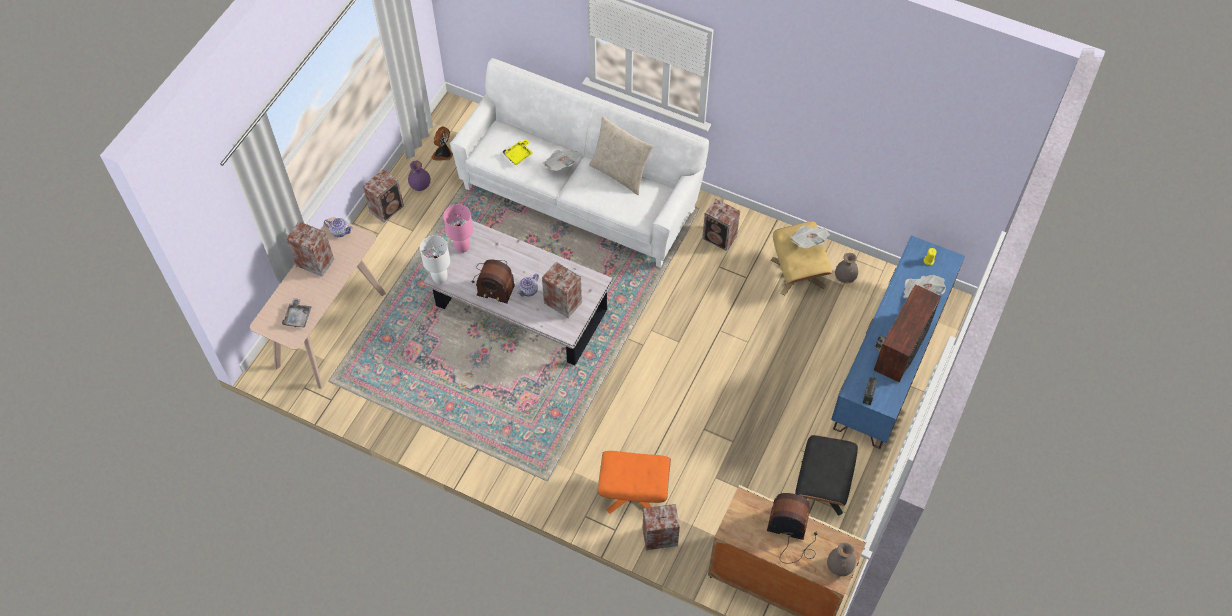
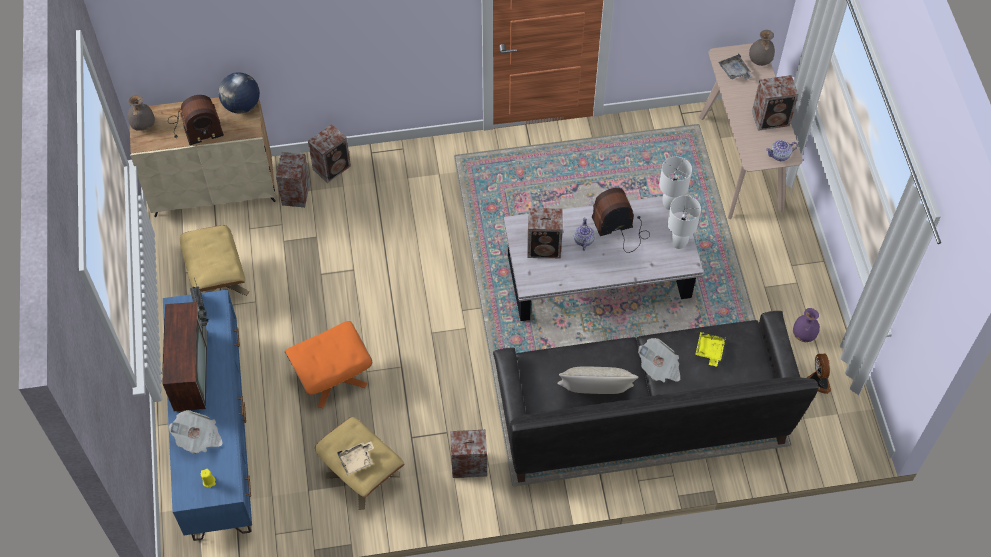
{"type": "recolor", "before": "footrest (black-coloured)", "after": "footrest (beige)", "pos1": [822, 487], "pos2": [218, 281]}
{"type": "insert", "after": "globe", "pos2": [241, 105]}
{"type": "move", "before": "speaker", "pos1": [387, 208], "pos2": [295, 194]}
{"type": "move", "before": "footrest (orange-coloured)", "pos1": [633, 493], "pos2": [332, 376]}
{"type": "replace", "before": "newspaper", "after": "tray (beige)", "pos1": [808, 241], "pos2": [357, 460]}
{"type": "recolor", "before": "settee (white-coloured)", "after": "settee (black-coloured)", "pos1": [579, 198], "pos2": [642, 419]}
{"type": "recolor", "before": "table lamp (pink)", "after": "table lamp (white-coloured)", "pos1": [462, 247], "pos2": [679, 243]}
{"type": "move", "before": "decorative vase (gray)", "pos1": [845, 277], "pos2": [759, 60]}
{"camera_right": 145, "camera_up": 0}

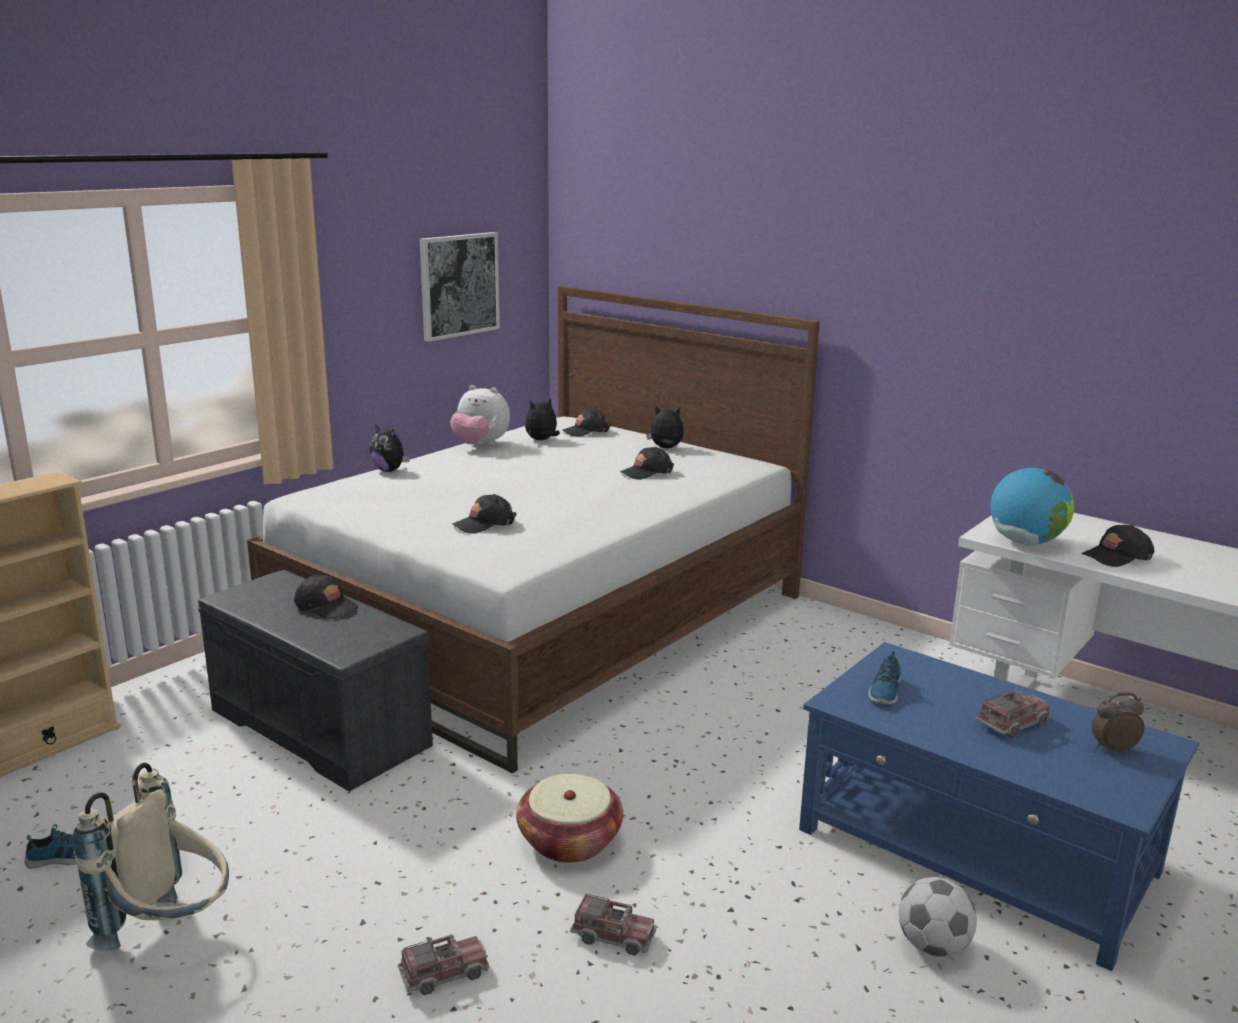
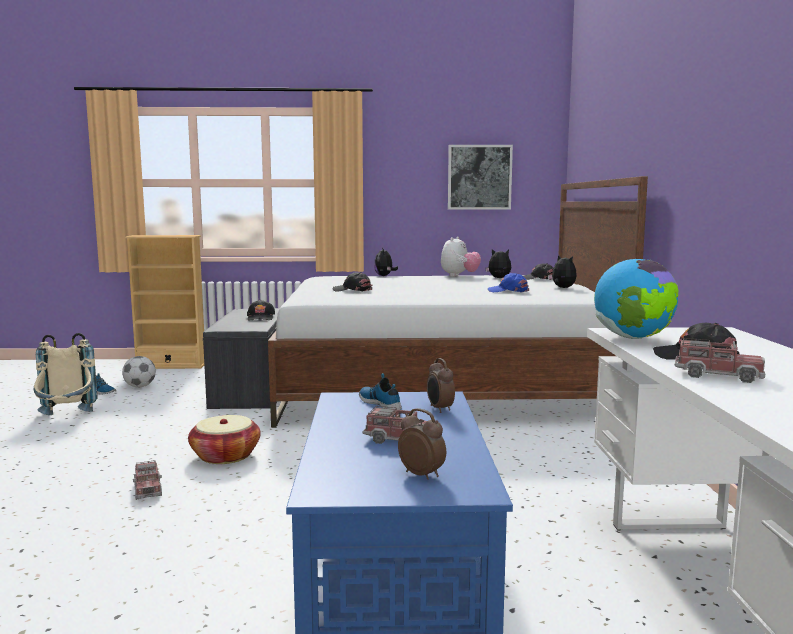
{"type": "move", "before": "football", "pos1": [932, 946], "pos2": [140, 386]}
{"type": "rotate", "before": "item of footwear", "pos1": [884, 691], "pos2": [380, 403], "turn": 75}
{"type": "insert", "after": "table clock", "pos2": [439, 409]}
{"type": "rotate", "before": "soft toy", "pos1": [480, 445], "pos2": [459, 276], "turn": -135}
{"type": "recolor", "before": "cap (black-coloured)", "after": "cap (blue)", "pos1": [646, 472], "pos2": [508, 291]}
{"type": "move", "before": "model truck", "pos1": [444, 974], "pos2": [717, 375]}
{"camera_right": 50, "camera_up": -10}

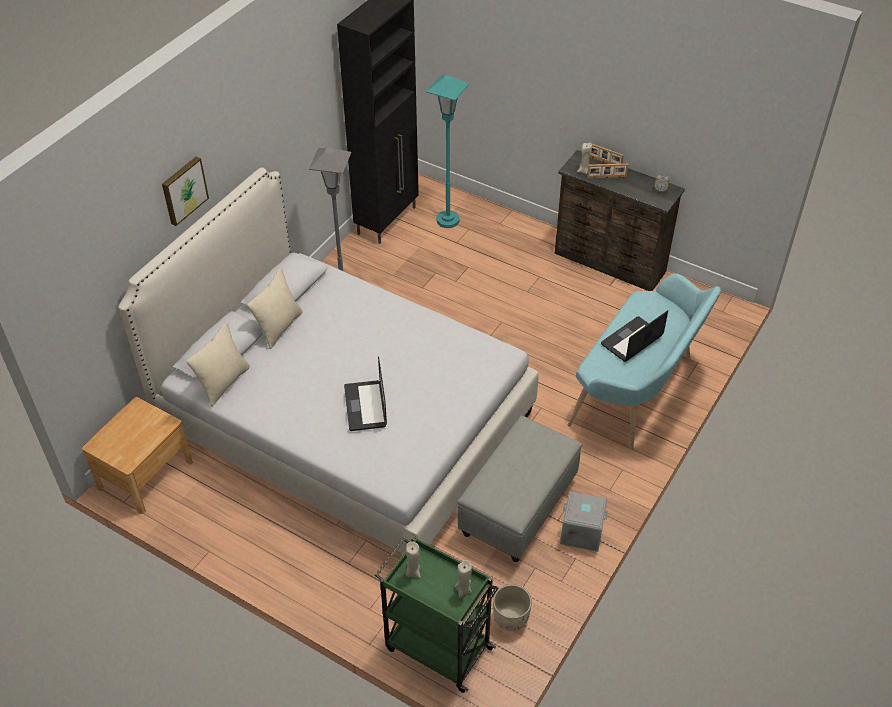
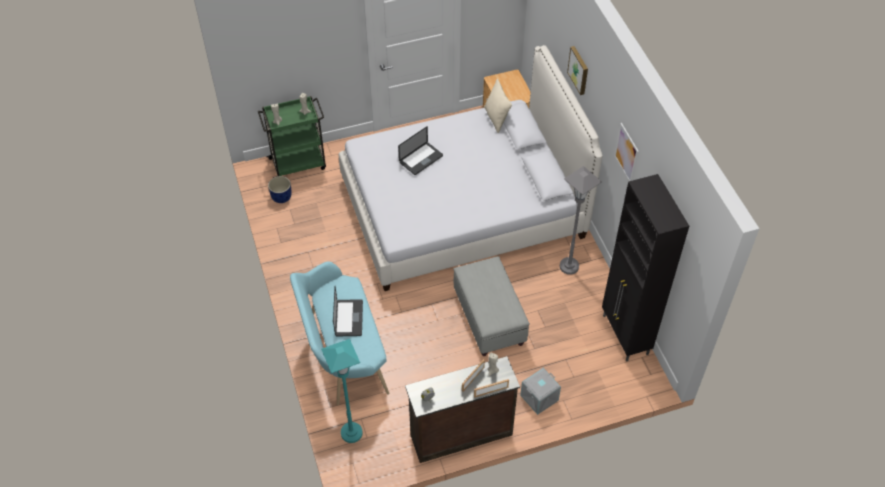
{"type": "recolor", "before": "flower pot (beige)", "after": "flower pot (blue)", "pos1": [510, 617], "pos2": [282, 197]}
{"type": "move", "before": "standard lamp (turquoise)", "pos1": [448, 220], "pos2": [351, 433]}
{"type": "rotate", "before": "notebook computer", "pos1": [365, 406], "pos2": [421, 159], "turn": 105}
{"type": "move", "before": "footrest (gray)", "pos1": [518, 506], "pos2": [489, 319]}
{"type": "move", "before": "storage box (gray)", "pos1": [582, 531], "pos2": [539, 398]}
{"type": "insert", "after": "wall picture", "pos2": [626, 153]}
{"type": "delete", "before": "throw pillow (beige)", "pos1": [279, 327]}
{"camera_right": 130, "camera_up": 5}

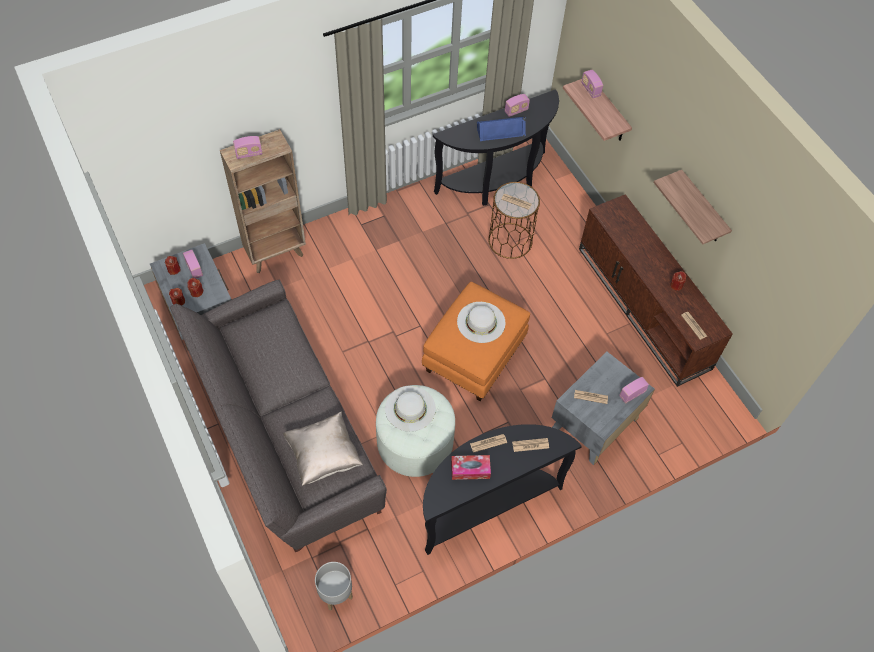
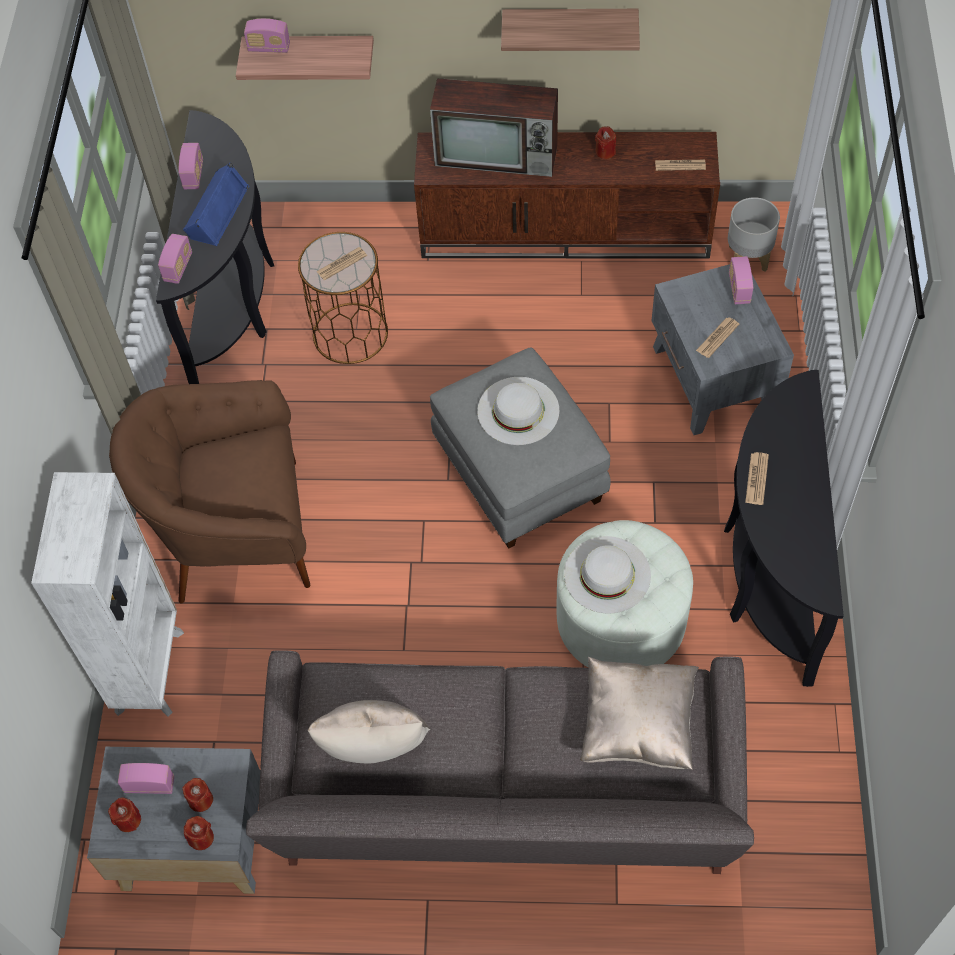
{"type": "recolor", "before": "shelving unit (brownish)", "after": "shelving unit (white-coloured)", "pos1": [276, 253], "pos2": [150, 669]}
{"type": "insert", "after": "easy chair (brownish)", "pos2": [237, 532]}
{"type": "move", "before": "radio", "pos1": [249, 154], "pos2": [178, 268]}
{"type": "insert", "after": "throw pillow (beige)", "pos2": [375, 750]}
{"type": "insert", "after": "TV", "pos2": [498, 155]}
{"type": "recolor", "before": "footrest (orange-coloured)", "after": "footrest (gray)", "pos1": [474, 356], "pos2": [521, 473]}
{"type": "move", "before": "flower pot (gray)", "pos1": [335, 593], "pos2": [748, 258]}
{"type": "delete", "before": "box of tissues", "pos1": [470, 469]}
{"type": "delete", "before": "newspaper", "pos1": [530, 445]}
{"camera_right": -55, "camera_up": 0}

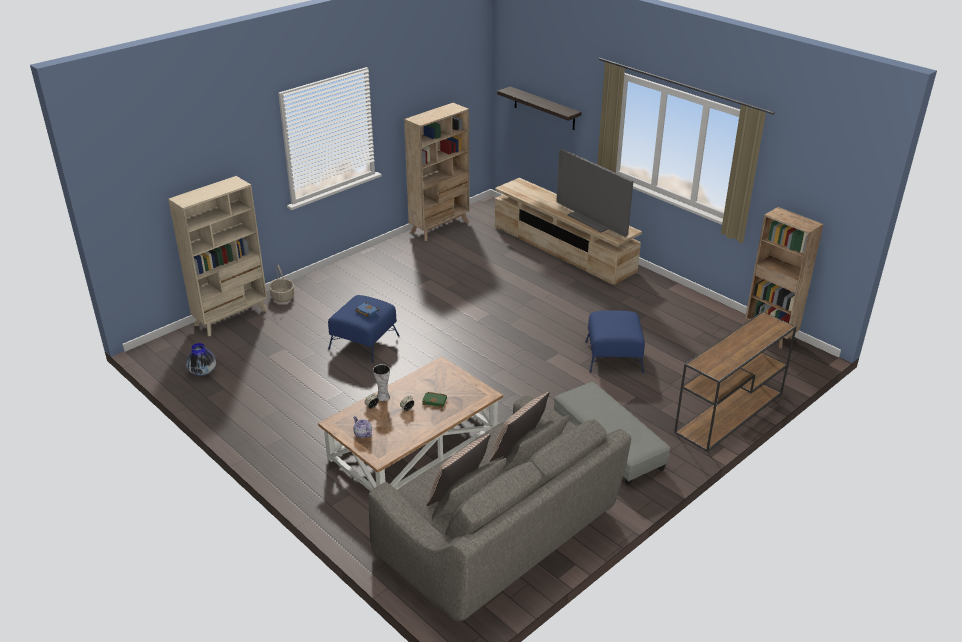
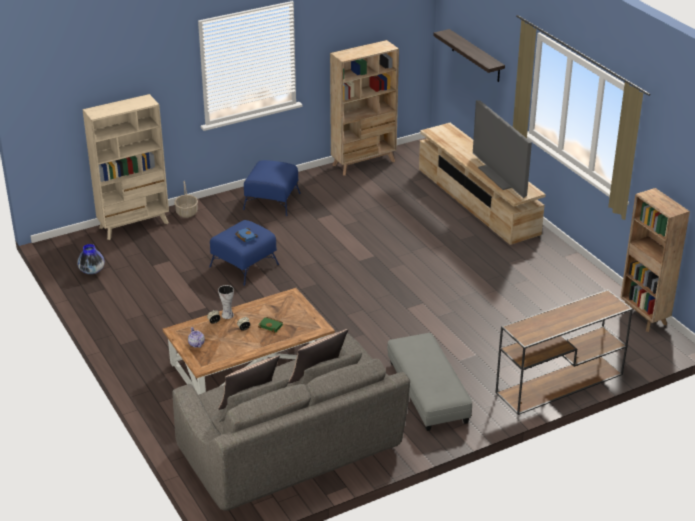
{"type": "move", "before": "footrest (blue)", "pos1": [613, 357], "pos2": [271, 201]}
{"camera_right": 15, "camera_up": 0}

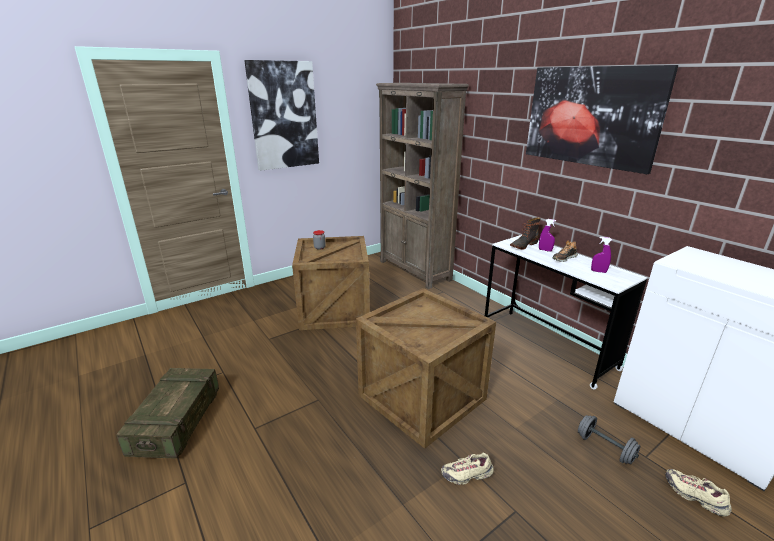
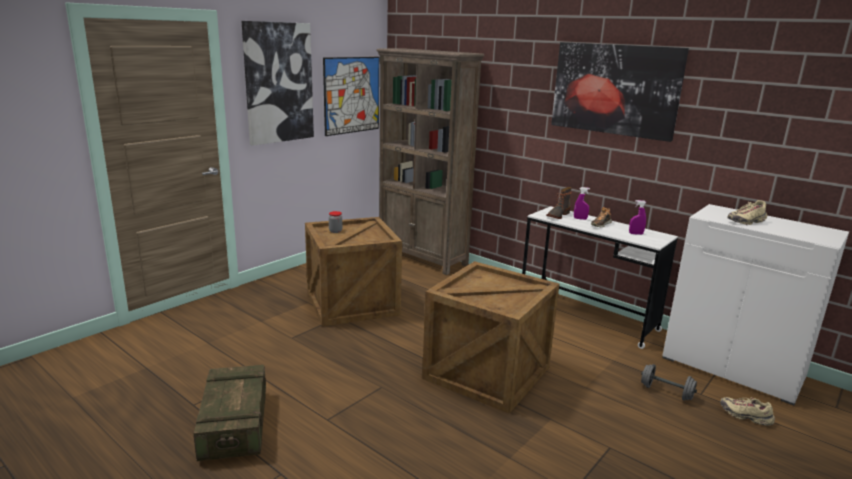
{"type": "insert", "after": "wall picture", "pos2": [352, 95]}
{"type": "move", "before": "item of footwear (beige)", "pos1": [467, 475], "pos2": [746, 222]}
{"camera_right": -15, "camera_up": -5}

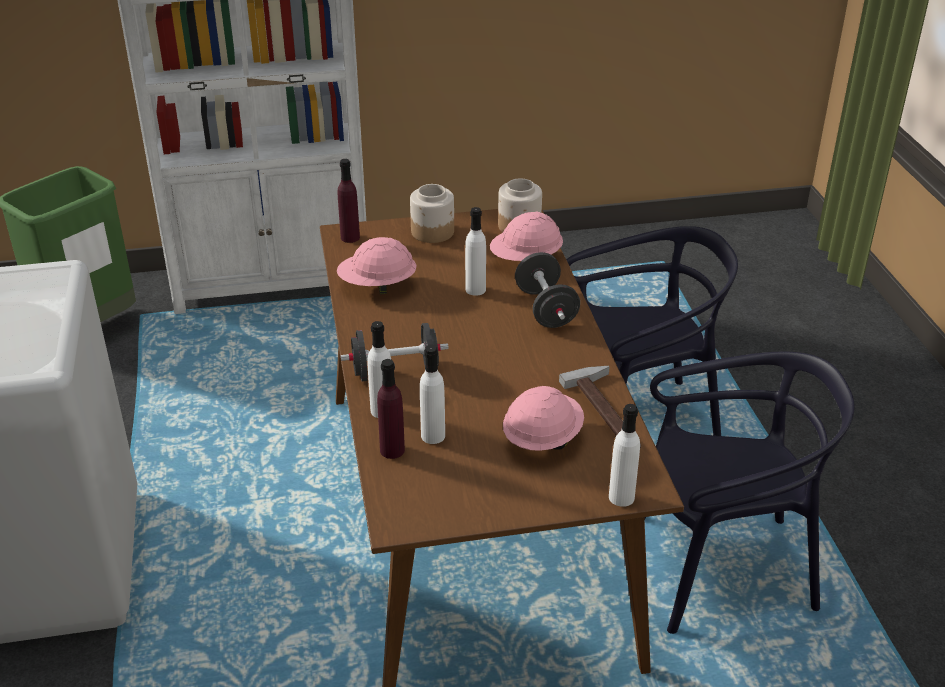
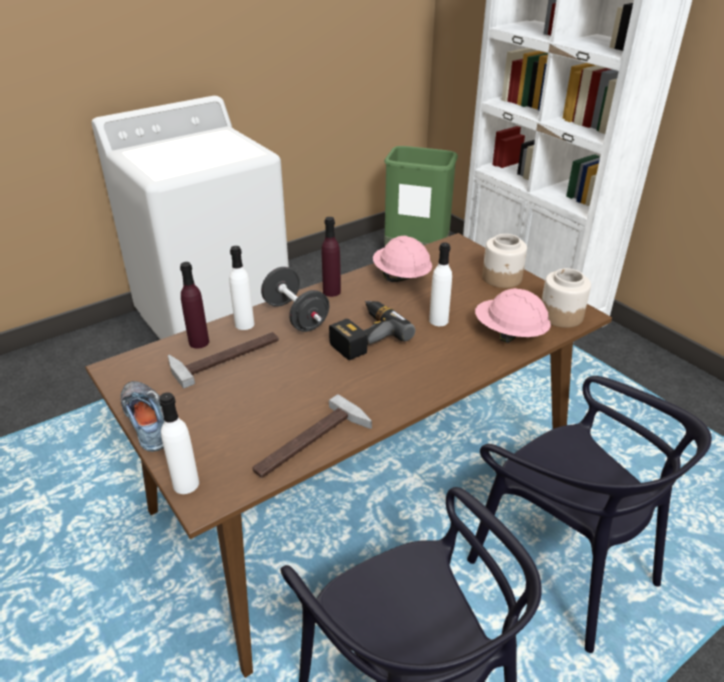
{"type": "insert", "after": "item of footwear", "pos2": [149, 420]}
{"type": "replace", "before": "bottle (white-coloured)", "after": "hand hammer", "pos1": [433, 436], "pos2": [225, 355]}
{"type": "move", "before": "bottle (purple)", "pos1": [350, 237], "pos2": [331, 291]}
{"type": "insert", "after": "electric drill", "pos2": [364, 335]}
{"type": "delete", "before": "hard hat (pink)", "pos1": [542, 439]}
{"type": "delete", "before": "free weight (black-coloured)", "pos1": [546, 309]}
{"camera_right": 65, "camera_up": 0}

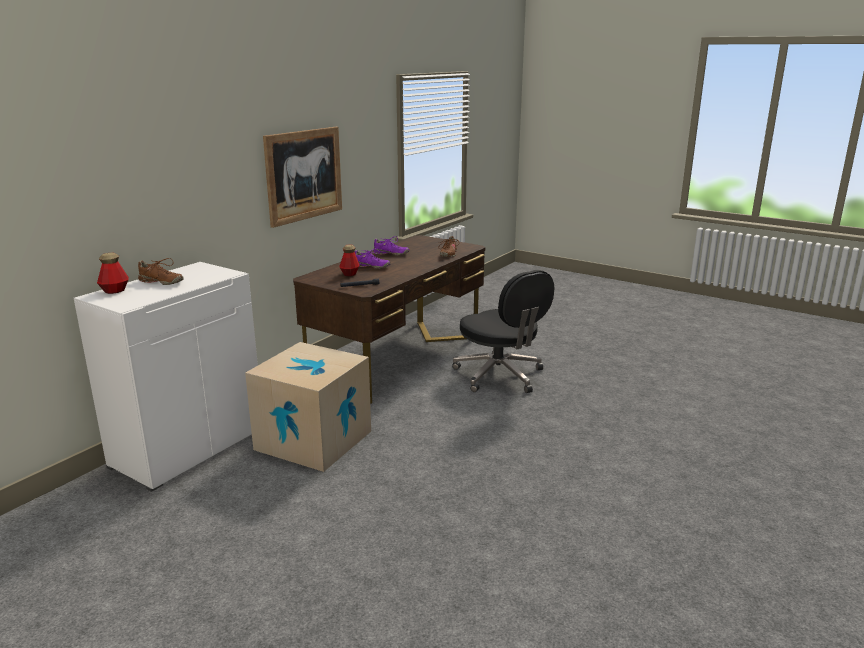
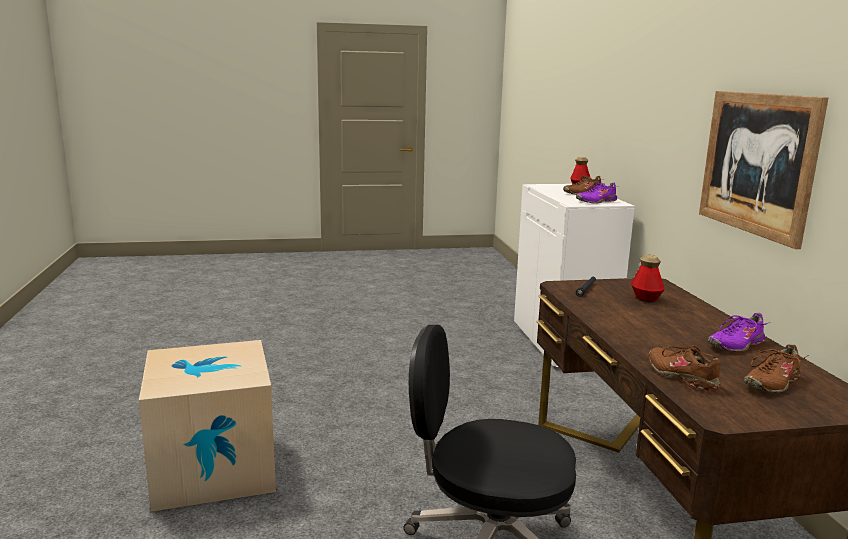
{"type": "move", "before": "carton", "pos1": [313, 440], "pos2": [213, 469]}
{"type": "move", "before": "item of footwear (purple)", "pos1": [371, 266], "pos2": [596, 201]}
{"type": "insert", "after": "item of footwear (brownish)", "pos2": [771, 382]}
{"camera_right": 135, "camera_up": -5}

